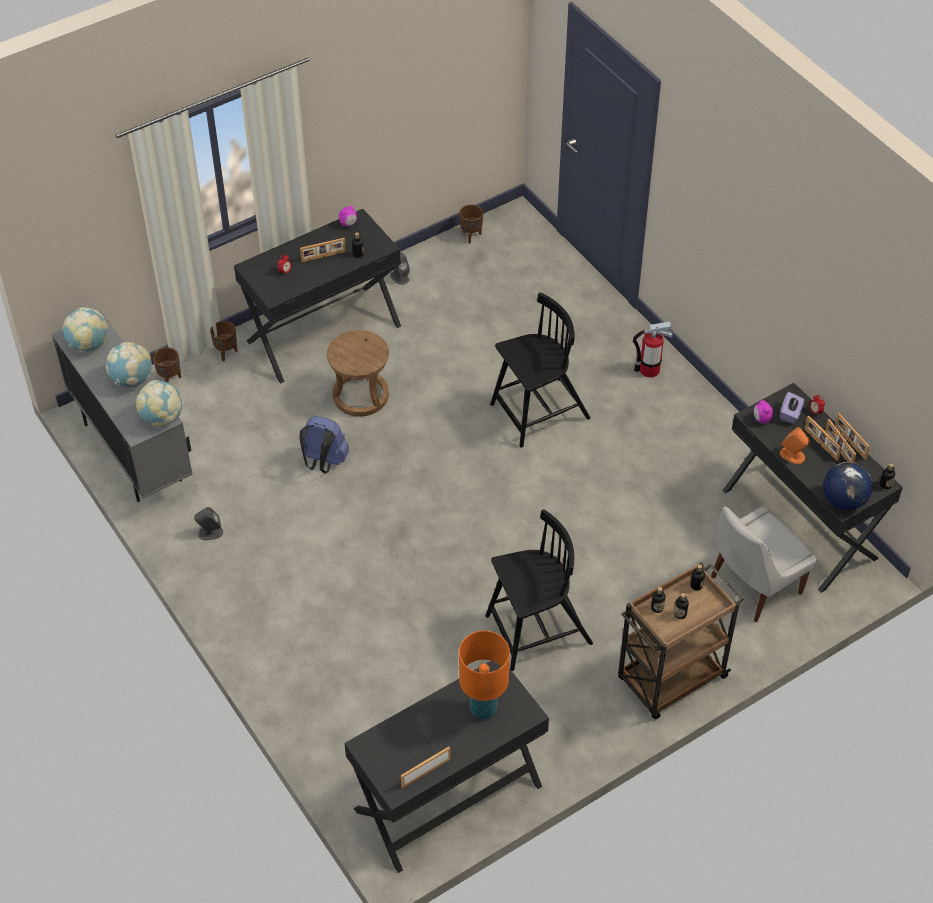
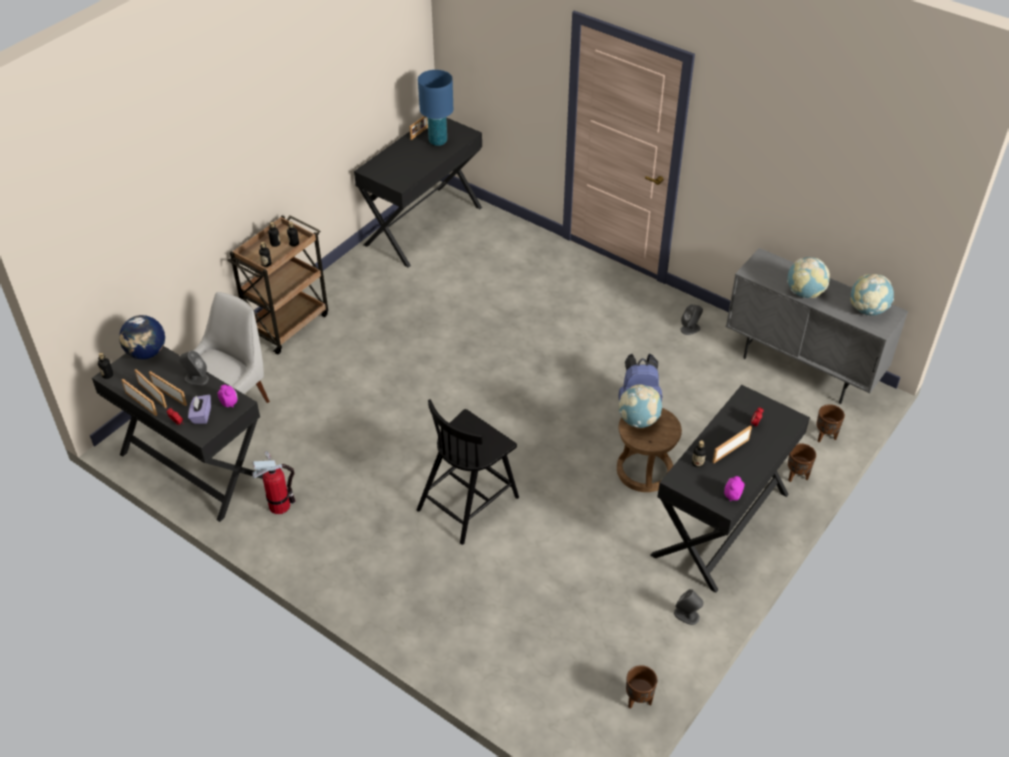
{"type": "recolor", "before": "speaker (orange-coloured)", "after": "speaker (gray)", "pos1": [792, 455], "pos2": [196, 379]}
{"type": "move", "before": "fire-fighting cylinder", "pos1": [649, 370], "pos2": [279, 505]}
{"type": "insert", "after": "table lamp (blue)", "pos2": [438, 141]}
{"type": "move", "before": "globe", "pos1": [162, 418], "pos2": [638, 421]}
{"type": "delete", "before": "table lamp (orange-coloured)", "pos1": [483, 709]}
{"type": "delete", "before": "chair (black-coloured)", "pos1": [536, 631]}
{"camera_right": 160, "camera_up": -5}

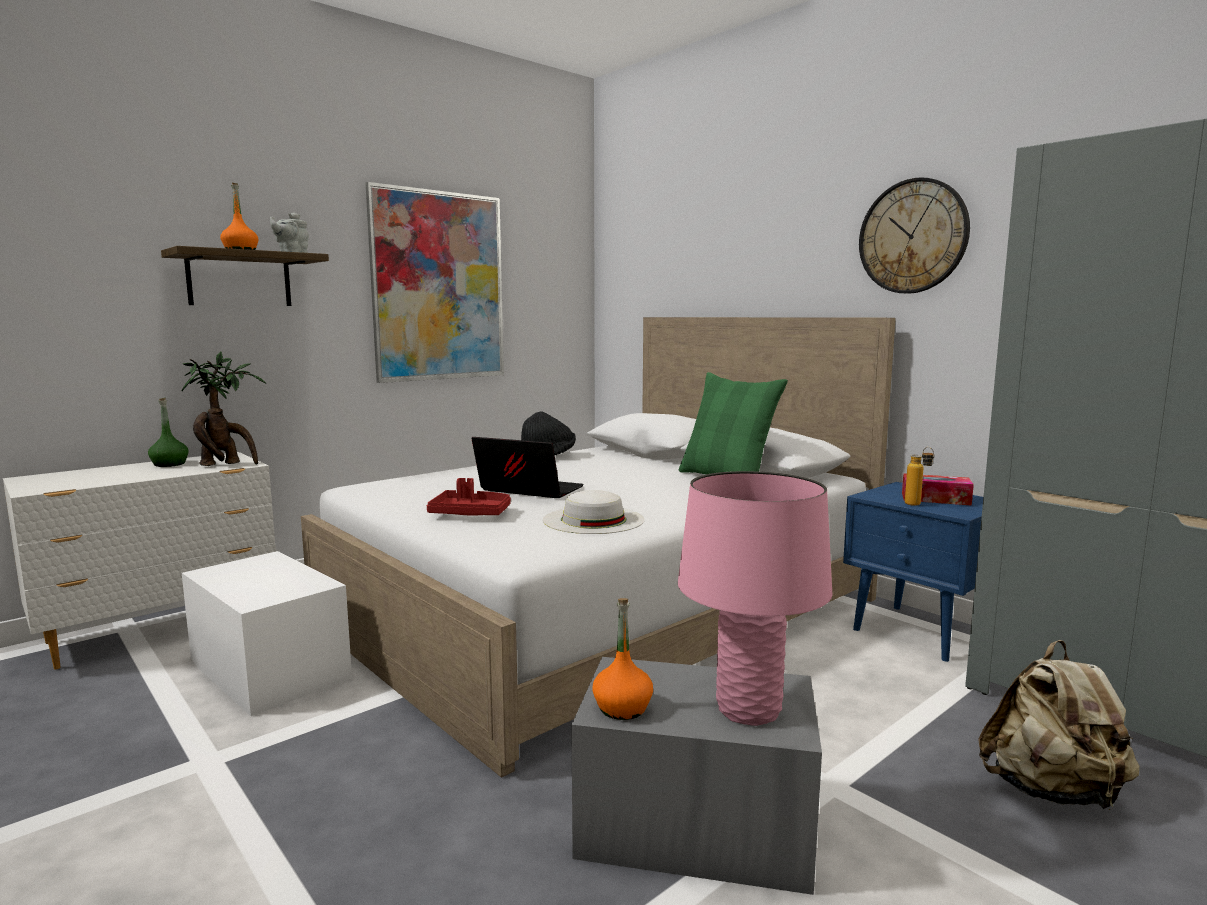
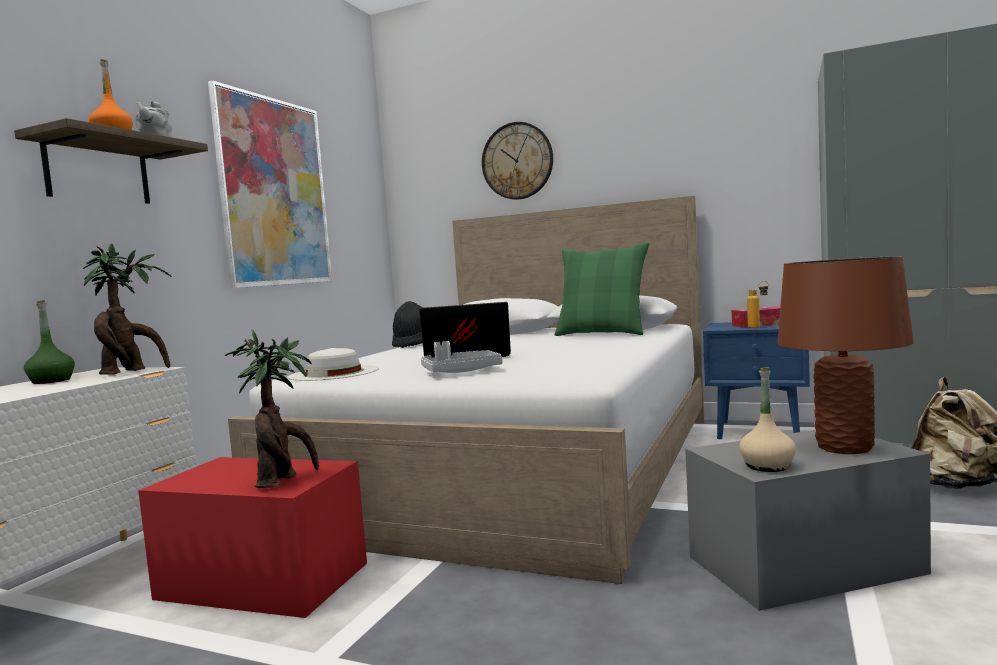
{"type": "recolor", "before": "storage box (white-coloured)", "after": "storage box (red)", "pos1": [269, 669], "pos2": [262, 581]}
{"type": "insert", "after": "houseplant", "pos2": [283, 480]}
{"type": "move", "before": "hat (white-coloured)", "pos1": [593, 520], "pos2": [334, 373]}
{"type": "recolor", "before": "tray (red)", "after": "tray (gray)", "pos1": [470, 514], "pos2": [460, 372]}
{"type": "move", "before": "hanging clock", "pos1": [913, 236], "pos2": [517, 161]}
{"type": "recolor", "before": "bottle (orange-coloured)", "after": "bottle (beige)", "pos1": [622, 708], "pos2": [767, 466]}
{"type": "recolor", "before": "table lamp (pink)", "after": "table lamp (brownish)", "pos1": [749, 710], "pos2": [845, 448]}
{"camera_right": -25, "camera_up": -5}

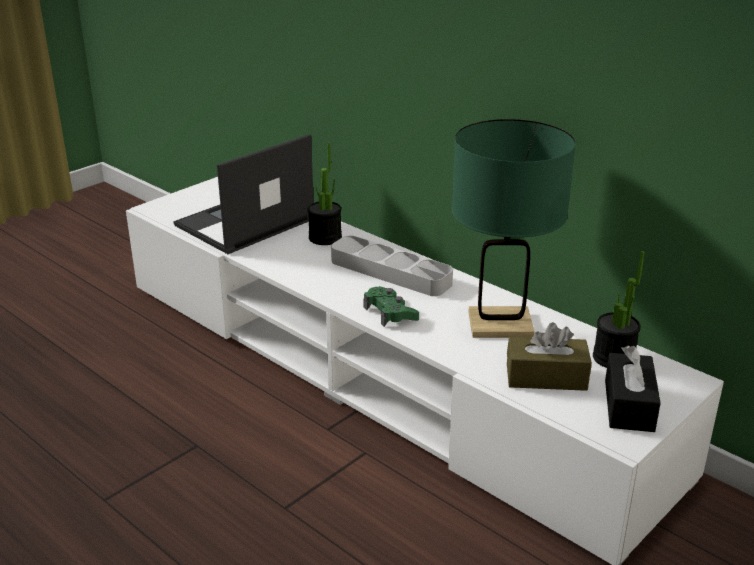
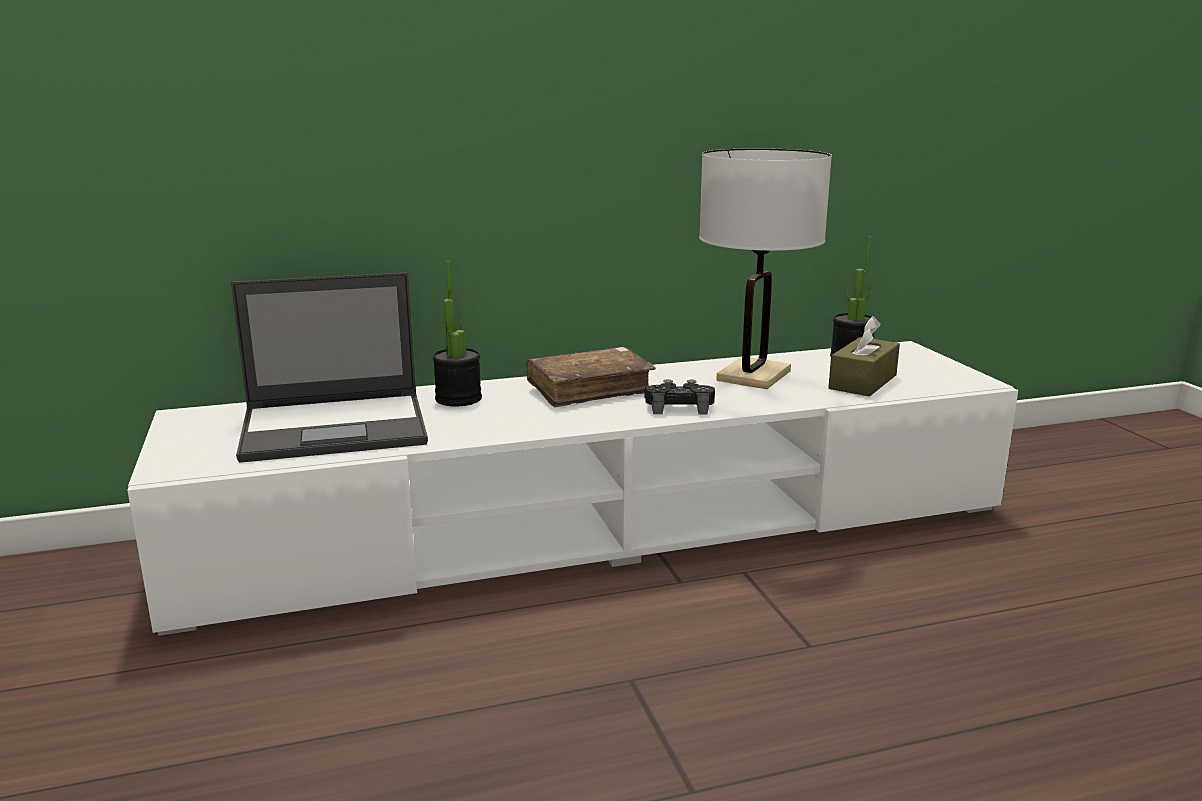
{"type": "rotate", "before": "notebook computer", "pos1": [244, 223], "pos2": [337, 427], "turn": -90}
{"type": "replace", "before": "tray (gray)", "after": "bound book (brownish)", "pos1": [390, 272], "pos2": [589, 390]}
{"type": "recolor", "before": "joypad (green)", "after": "joypad (black-coloured)", "pos1": [390, 313], "pos2": [679, 407]}
{"type": "recolor", "before": "table lamp (green)", "after": "table lamp (white-coloured)", "pos1": [500, 324], "pos2": [754, 376]}
{"type": "delete", "before": "box of tissues (black-coloured)", "pos1": [629, 405]}
{"camera_right": -60, "camera_up": -10}

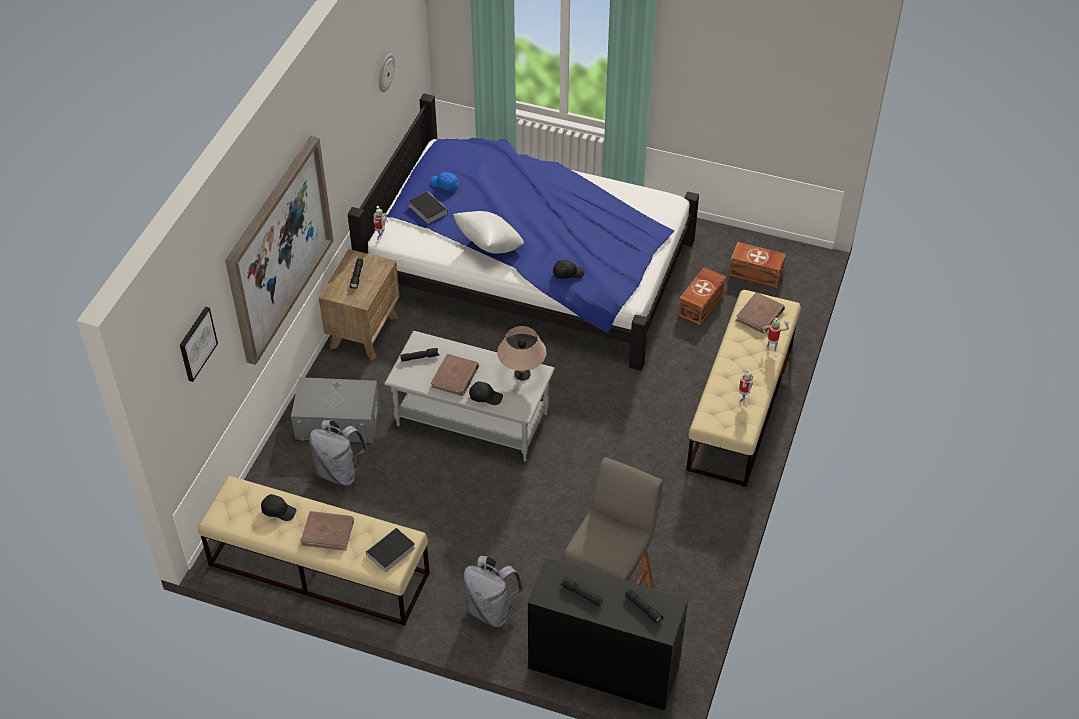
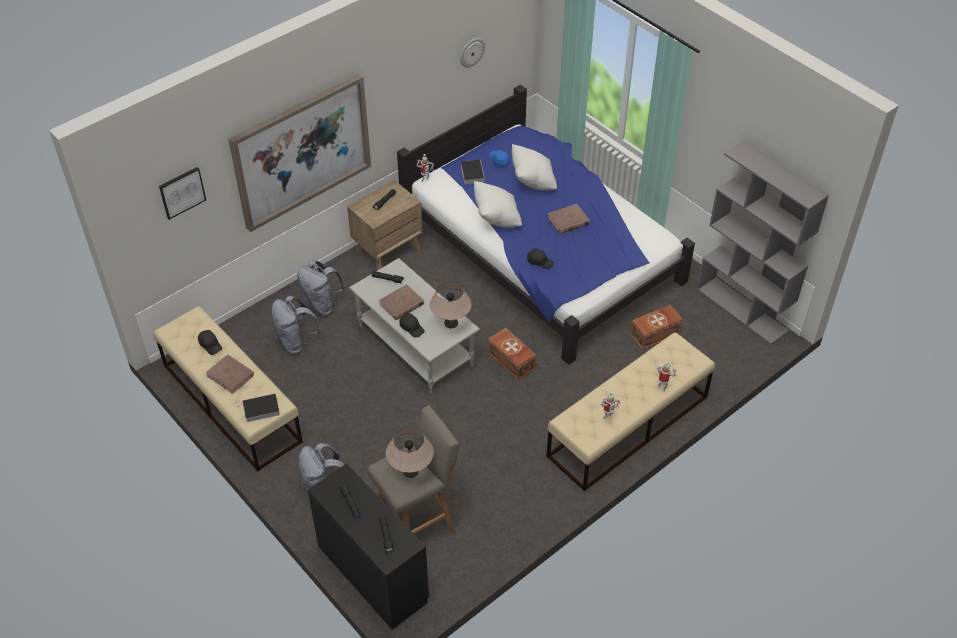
{"type": "replace", "before": "storage box (gray)", "after": "rucksack (gray)", "pos1": [337, 421], "pos2": [322, 305]}
{"type": "insert", "after": "table lamp (beige)", "pos2": [411, 471]}
{"type": "move", "before": "storage box (brownish)", "pos1": [756, 274], "pos2": [511, 361]}
{"type": "insert", "after": "throw pillow (white-coloured)", "pos2": [533, 181]}
{"type": "move", "before": "bound book (brownish)", "pos1": [760, 315], "pos2": [568, 221]}
{"type": "insert", "after": "shelving unit (gray)", "pos2": [742, 310]}
{"camera_right": 30, "camera_up": 0}

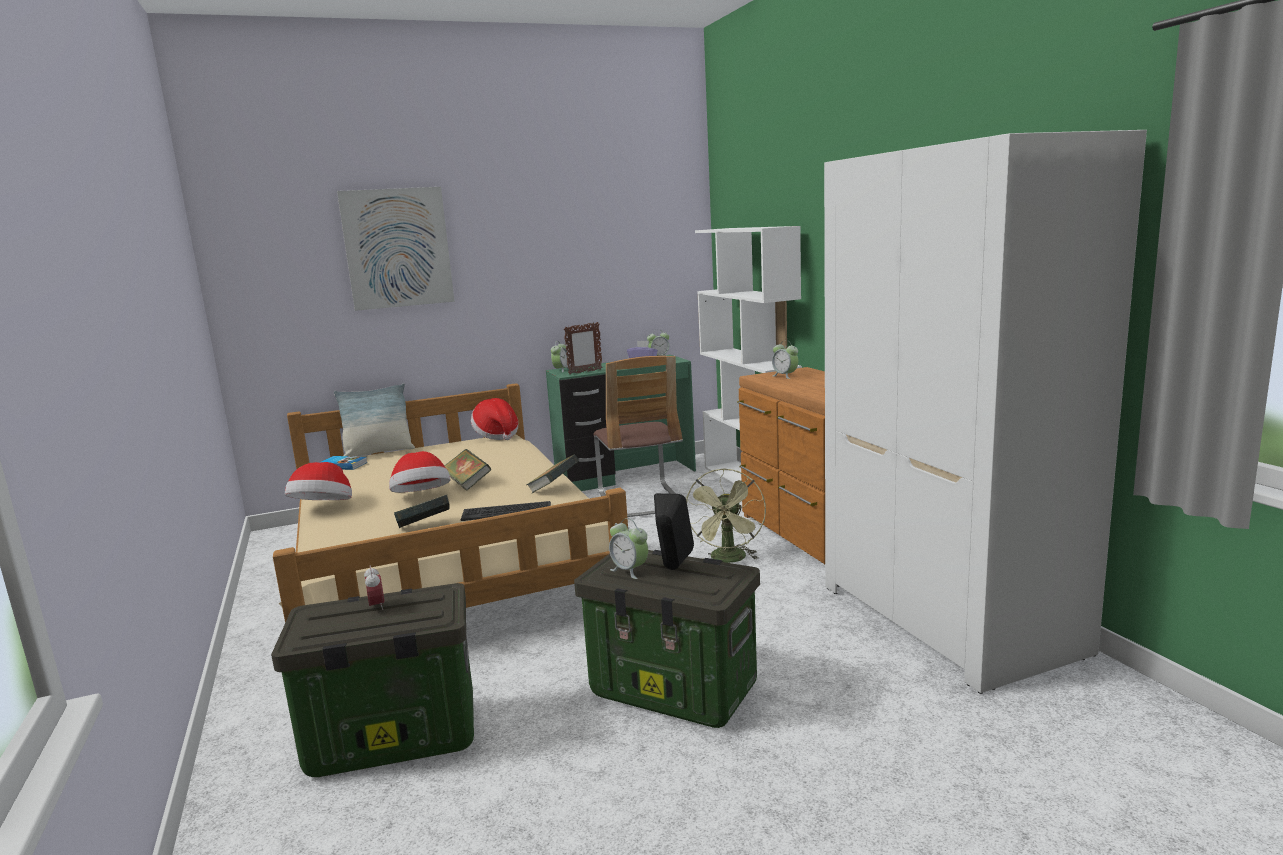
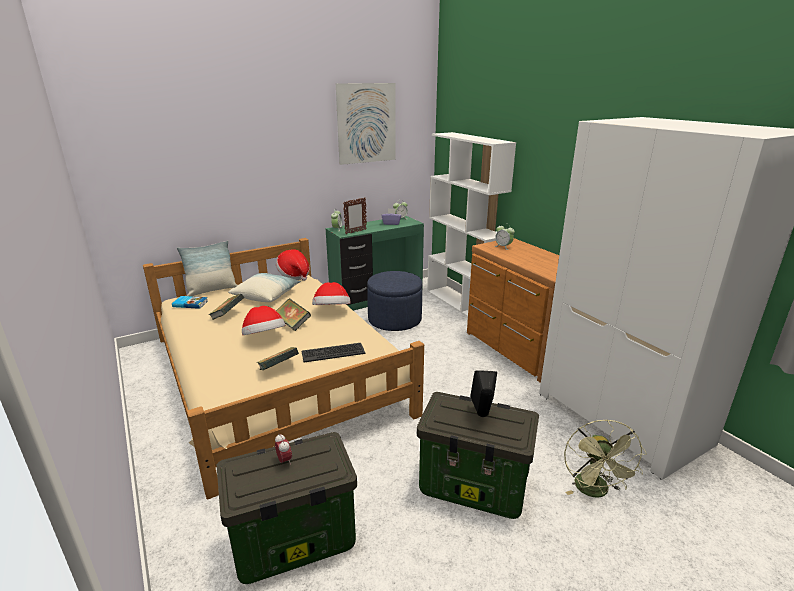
{"type": "move", "before": "bound book", "pos1": [554, 488], "pos2": [228, 315]}
{"type": "insert", "after": "throw pillow", "pos2": [266, 295]}
{"type": "move", "before": "hat", "pos1": [323, 508], "pos2": [332, 311]}
{"type": "move", "before": "wall picture", "pos1": [397, 248], "pos2": [366, 123]}
{"type": "replace", "before": "chair", "after": "footrest (blue)", "pos1": [641, 501], "pos2": [394, 320]}
{"type": "move", "before": "cooling fan (green)", "pos1": [729, 560], "pos2": [595, 492]}
{"type": "delete", "before": "table clock", "pos1": [630, 570]}
{"camera_right": -10, "camera_up": 10}

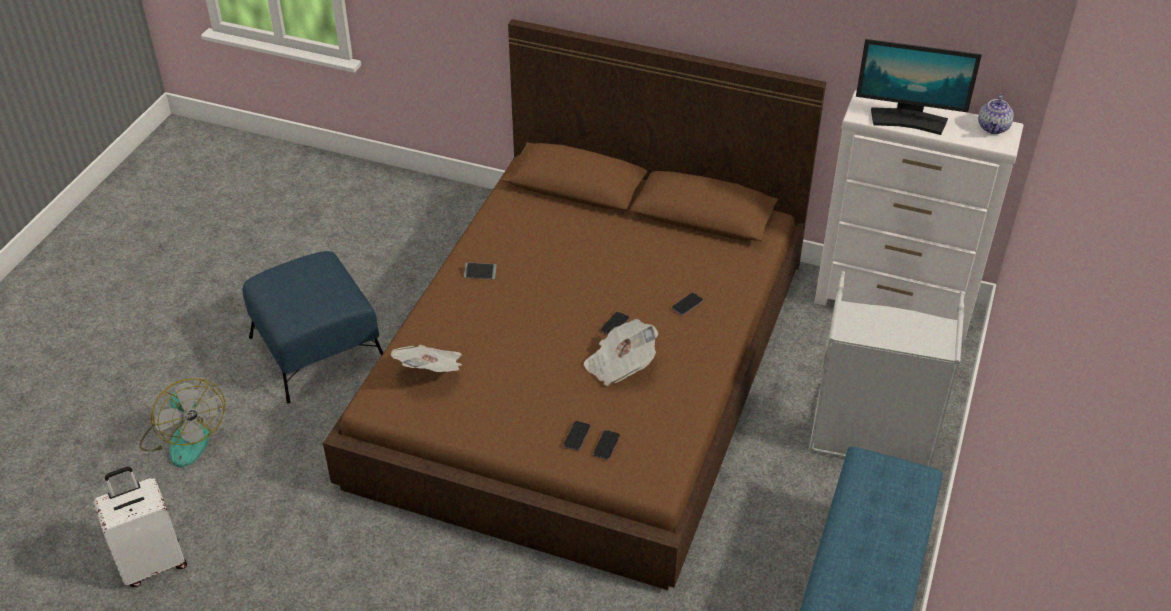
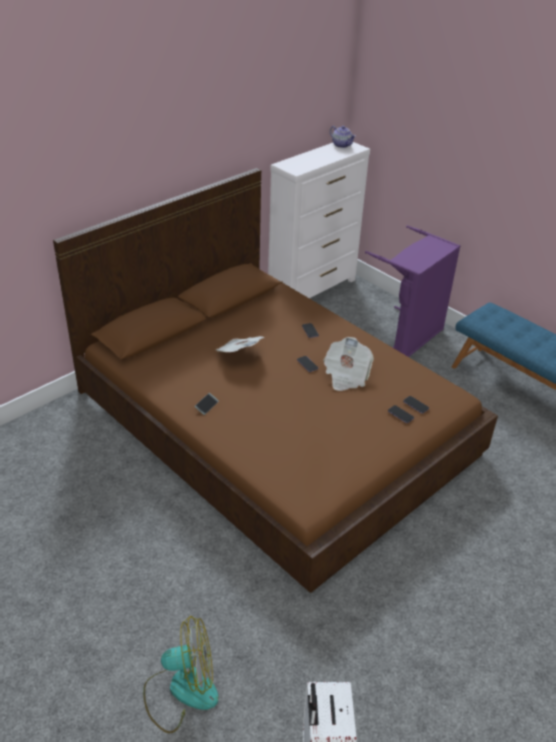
{"type": "move", "before": "newspaper", "pos1": [431, 371], "pos2": [239, 354]}
{"type": "recolor", "before": "washing basket (gray)", "after": "washing basket (purple)", "pos1": [871, 439], "pos2": [407, 337]}
{"type": "delete", "before": "footrest (blue)", "pos1": [317, 349]}
{"type": "delete", "before": "monitor", "pos1": [908, 120]}
{"camera_right": -65, "camera_up": -5}

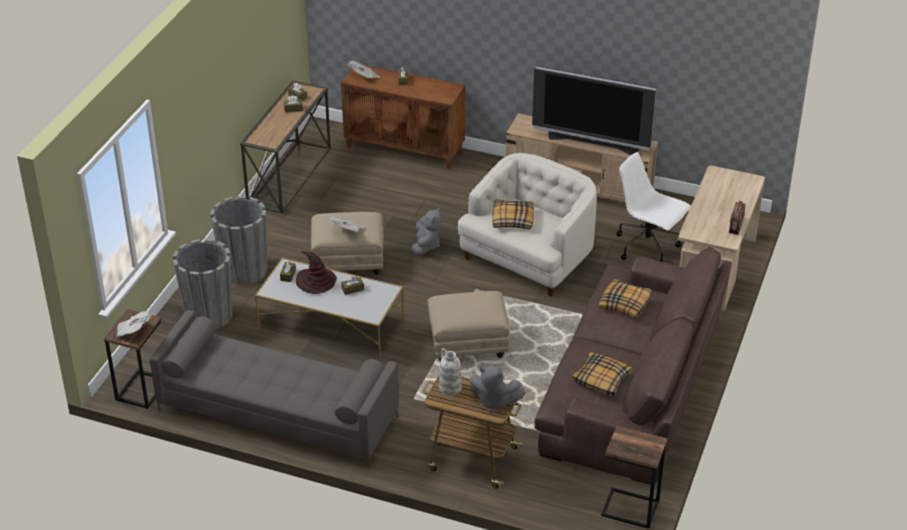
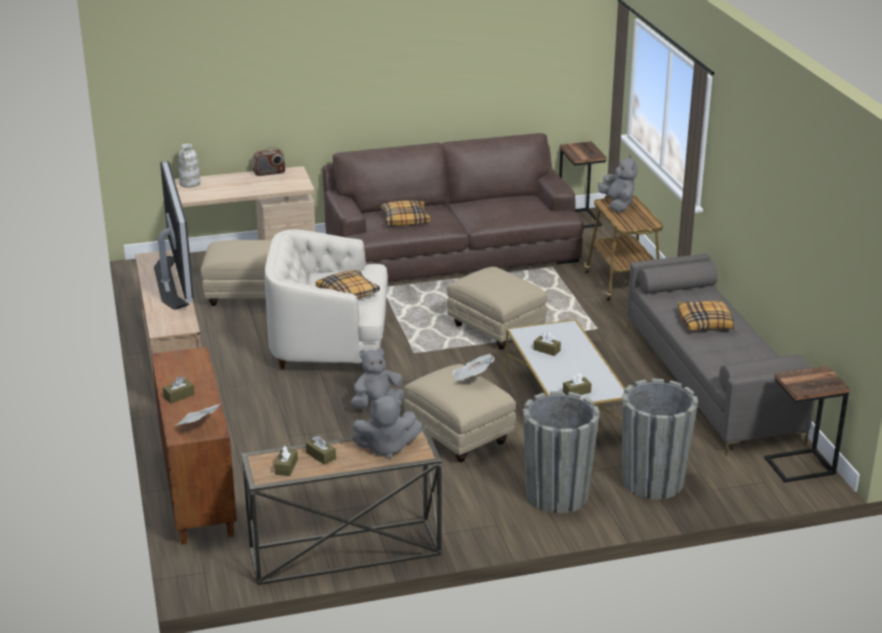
{"type": "move", "before": "decorative vase (white-coloured)", "pos1": [449, 388], "pos2": [190, 184]}
{"type": "replace", "before": "office chair (white-coloured)", "after": "footrest (beige)", "pos1": [648, 247], "pos2": [245, 295]}
{"type": "insert", "after": "soft toy (gray)", "pos2": [386, 448]}
{"type": "move", "before": "throw pillow", "pos1": [601, 380], "pos2": [705, 322]}
{"type": "delete", "before": "newspaper", "pos1": [133, 331]}
{"type": "delete", "before": "hat (brownish)", "pos1": [316, 281]}
{"camera_right": -125, "camera_up": -10}

